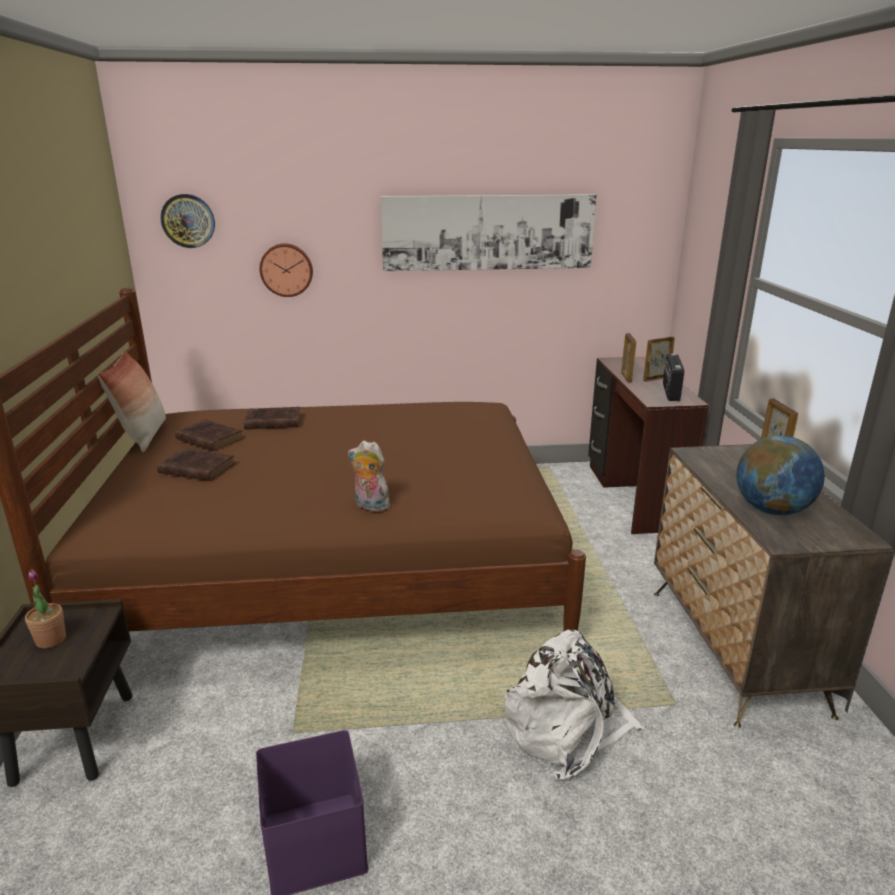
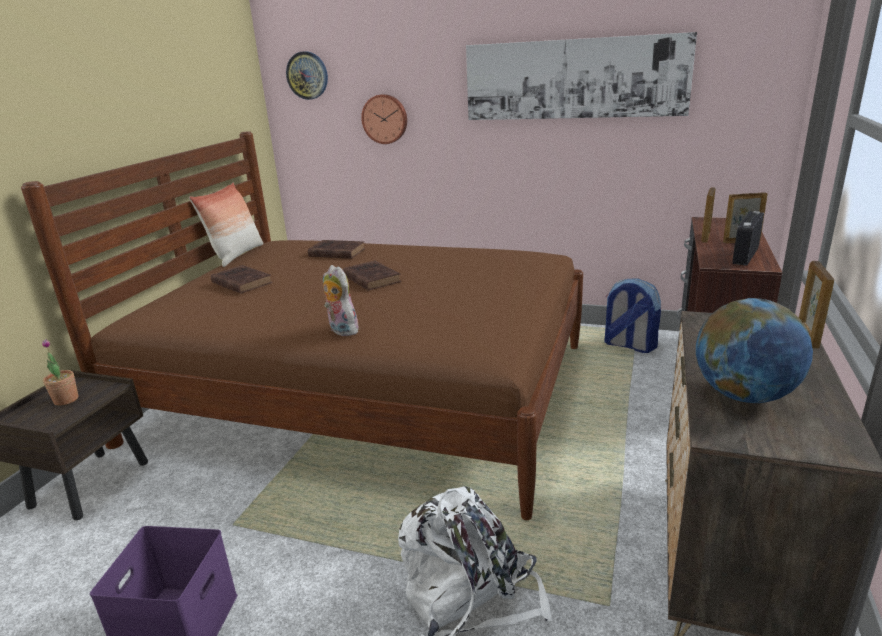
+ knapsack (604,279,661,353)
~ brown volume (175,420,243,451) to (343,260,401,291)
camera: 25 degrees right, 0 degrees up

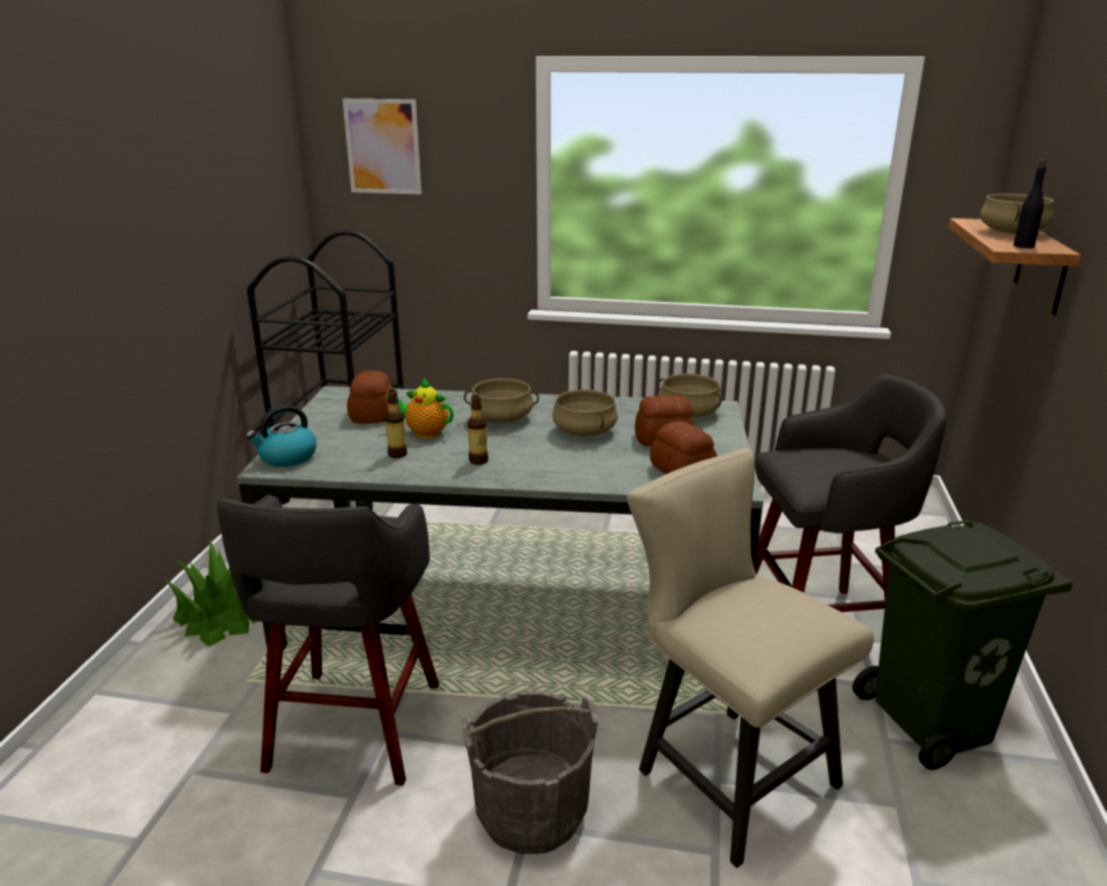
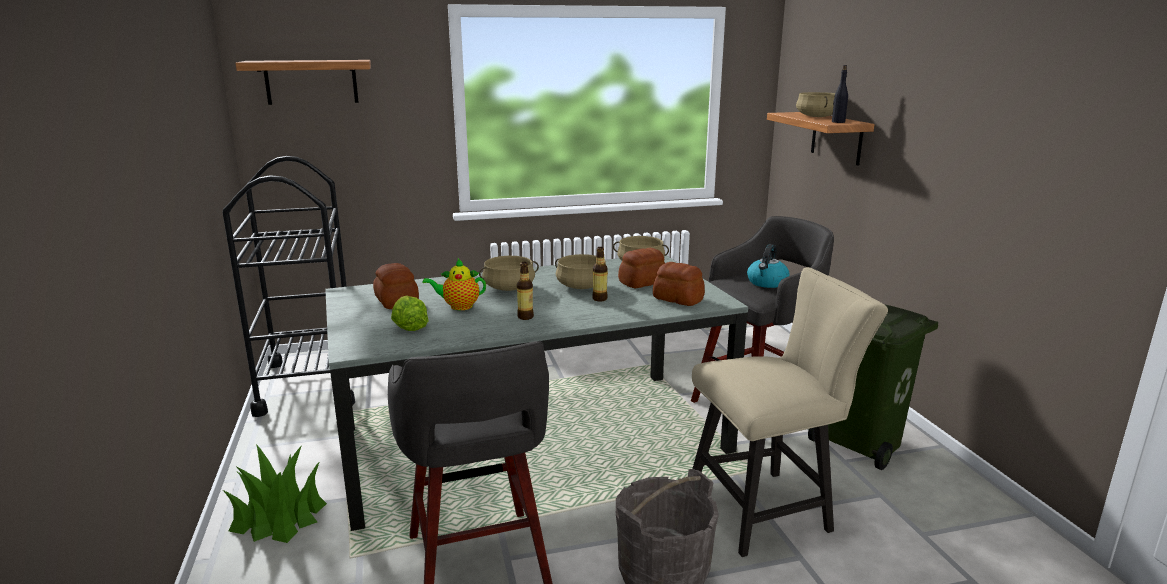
+ head of lettuce (391,295,429,331)
~ water kettle (246,405,317,467) to (747,244,790,288)
~ beverage bottle (385,390,407,458) to (592,247,608,301)
~ wall picture (342,99,422,194) to bracket shelf (236,60,371,105)
~ beige-coloured plain chair (627,448,874,868) = (692,267,888,557) 135 degrees clockwise
camera: 25 degrees left, 5 degrees down

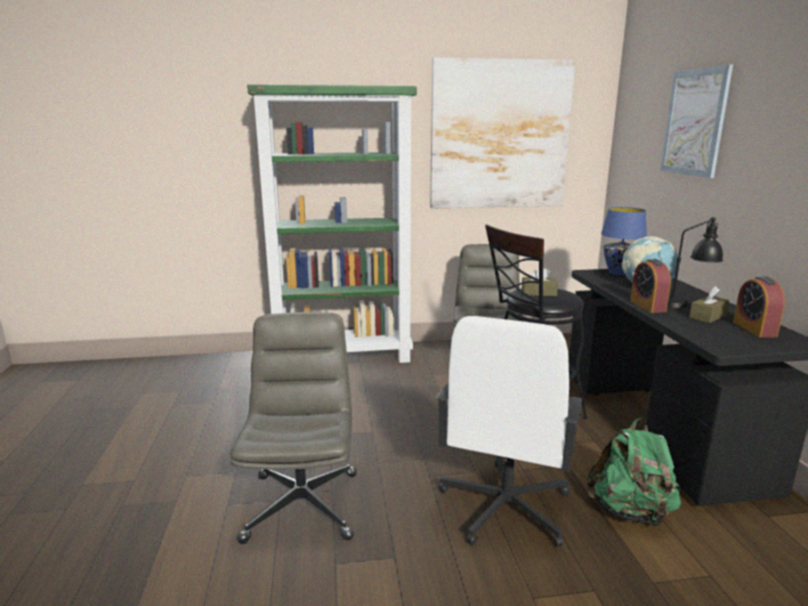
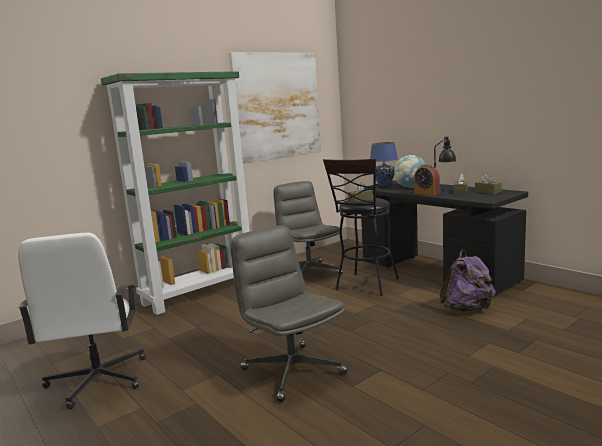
- wall picture (660,65,733,178)
~ whitish office chair (436,316,583,547) to (18,233,146,409)
~ table clock (733,276,785,338) to brown box of tissues (475,173,502,194)
~ green-coloured knapsack (586,418,681,528) to purple-coloured knapsack (440,249,496,312)
camera: 30 degrees left, 5 degrees down

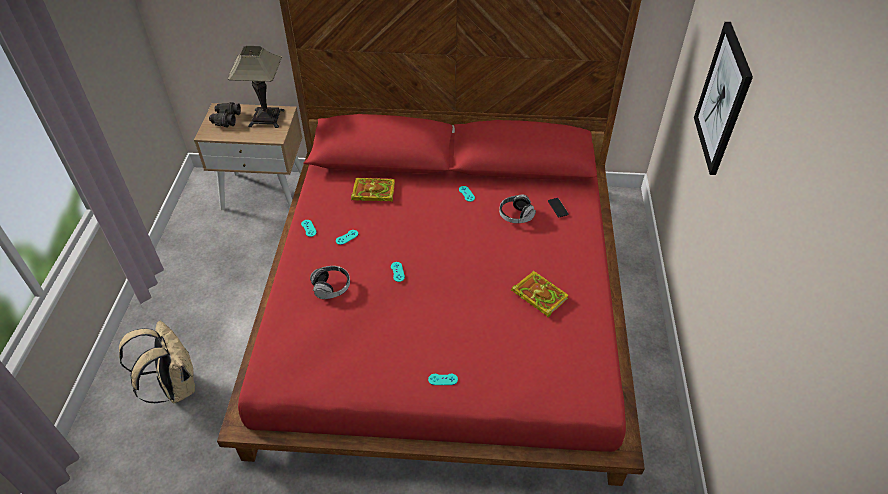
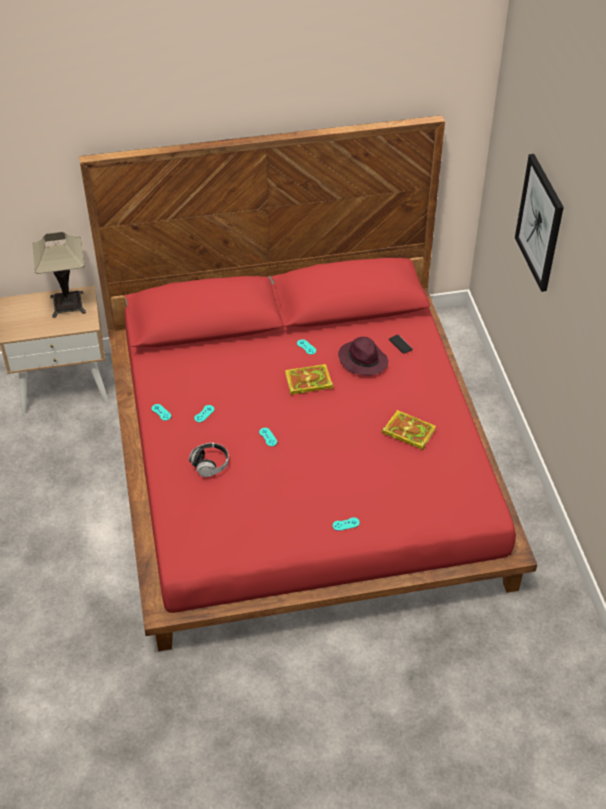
- beige-coloured knapsack (119,321,195,404)
- black-coloured pair of binoculars (209,102,241,128)
~ volume (351,178,395,202) to (285,364,333,395)
~ headphones (499,194,536,223) to purple-coloured clothing hat (338,337,388,375)
camera: 15 degrees left, 0 degrees up

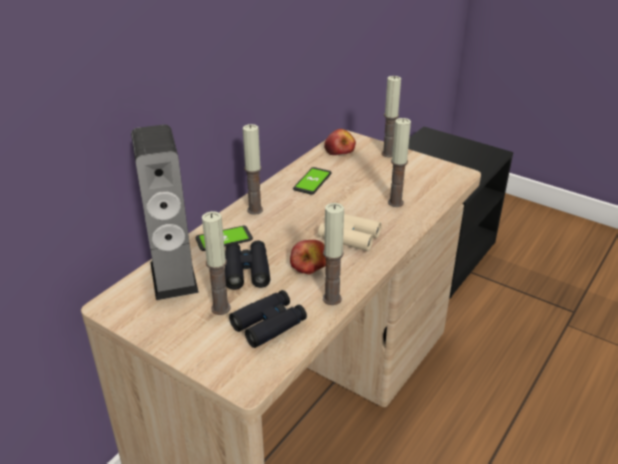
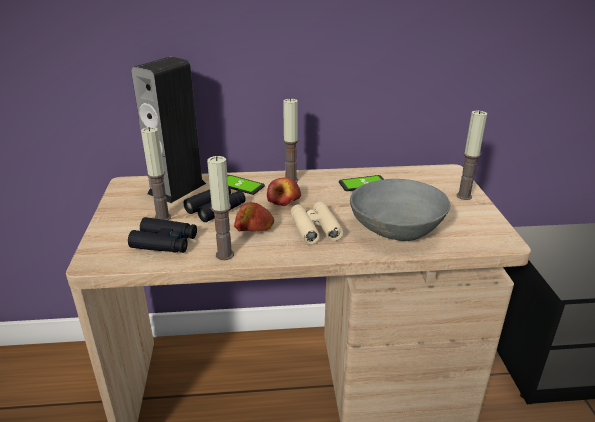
~ apple (324,129,356,155) to (267,177,301,206)
~ wax candle (388,118,411,207) to gray deep dish (350,179,450,241)
camera: 50 degrees right, 5 degrees down

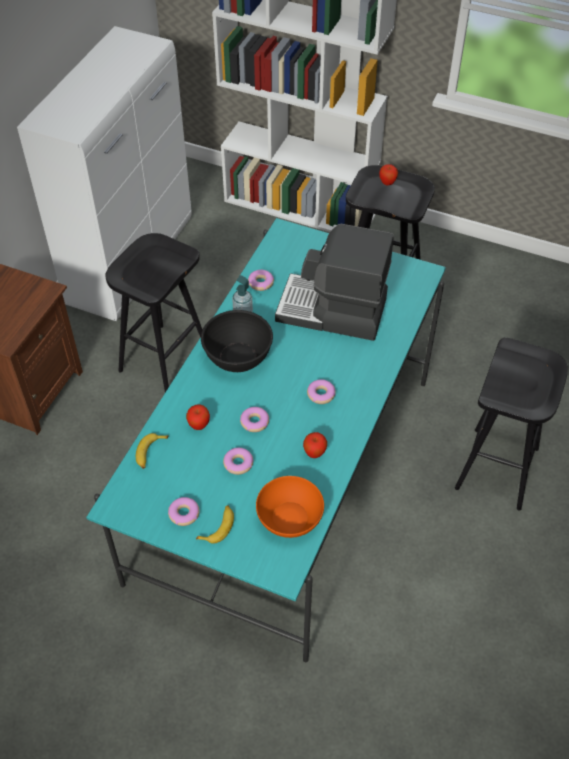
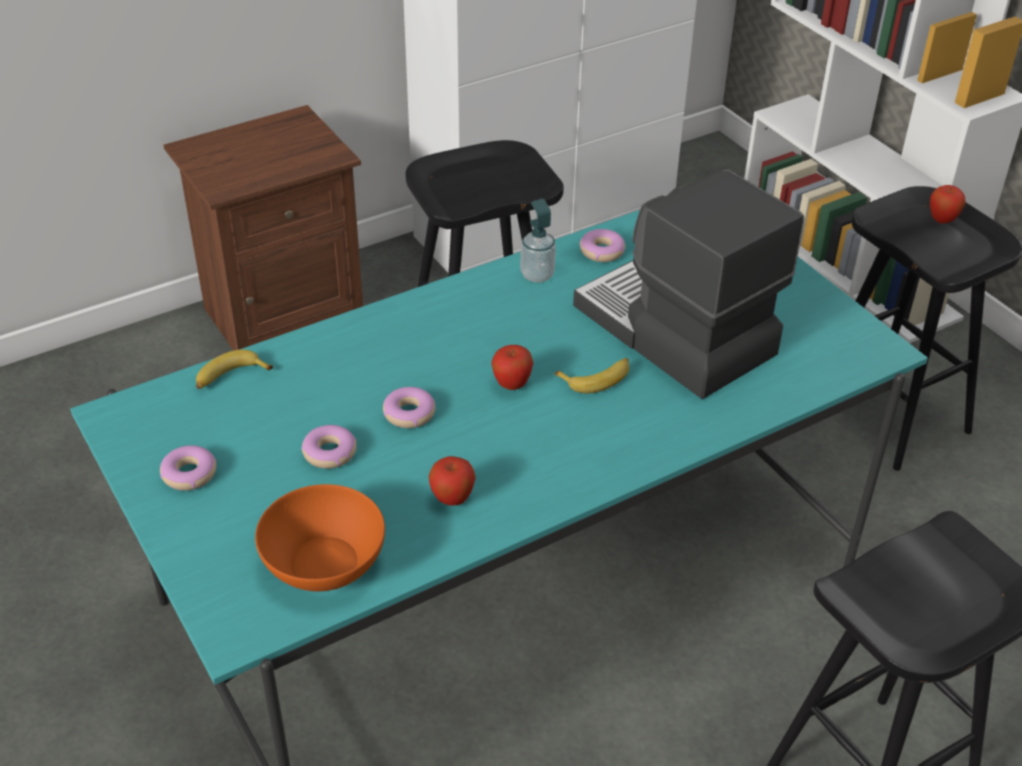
- black-coloured deep dish (201,310,273,372)
- doughnut (307,379,336,404)
~ apple (186,405,210,430) to (491,345,533,390)
~ banana fruit (196,506,234,544) to (554,358,629,393)
camera: 35 degrees right, 10 degrees down

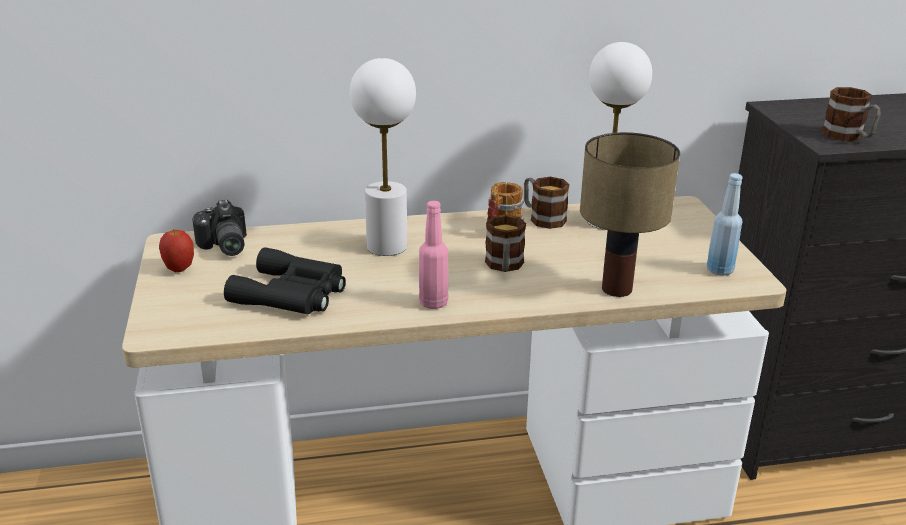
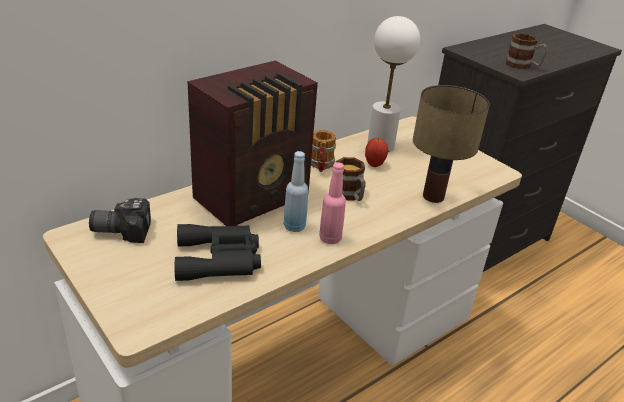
- tea mug (524,177,570,229)
~ apple (159,229,194,272) to (365,138,388,167)
~ blue-coloured beverage bottle (707,173,742,276) to (284,151,308,232)
~ whitish tabletop lamp (350,58,416,256) to radio set (187,61,318,226)
~ photo camera (192,200,247,256) = (89,198,151,243) 135 degrees clockwise
camera: 30 degrees left, 5 degrees up

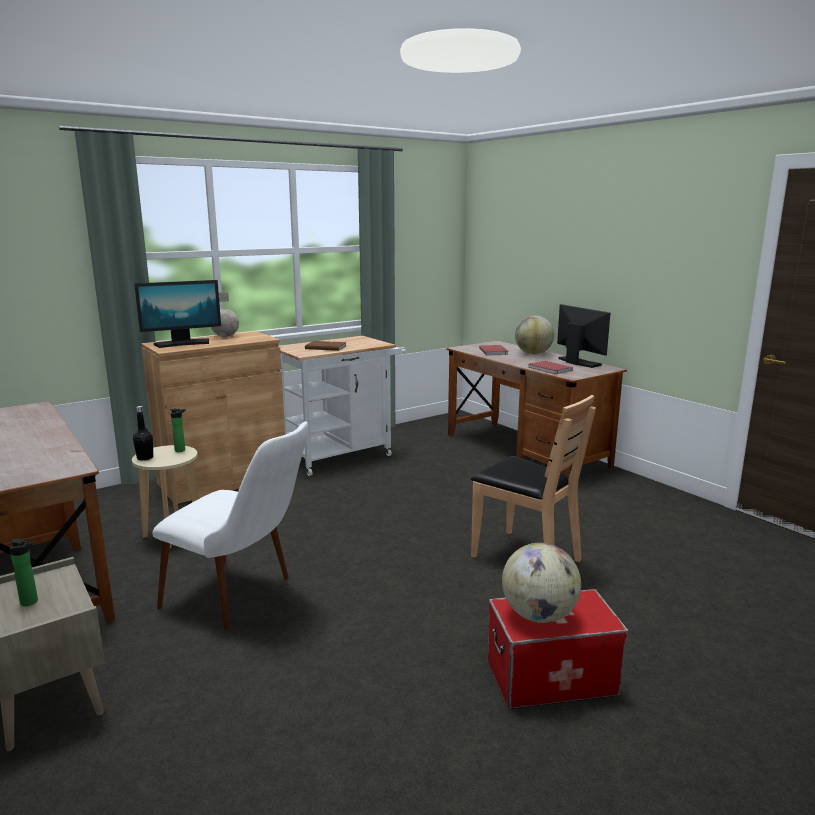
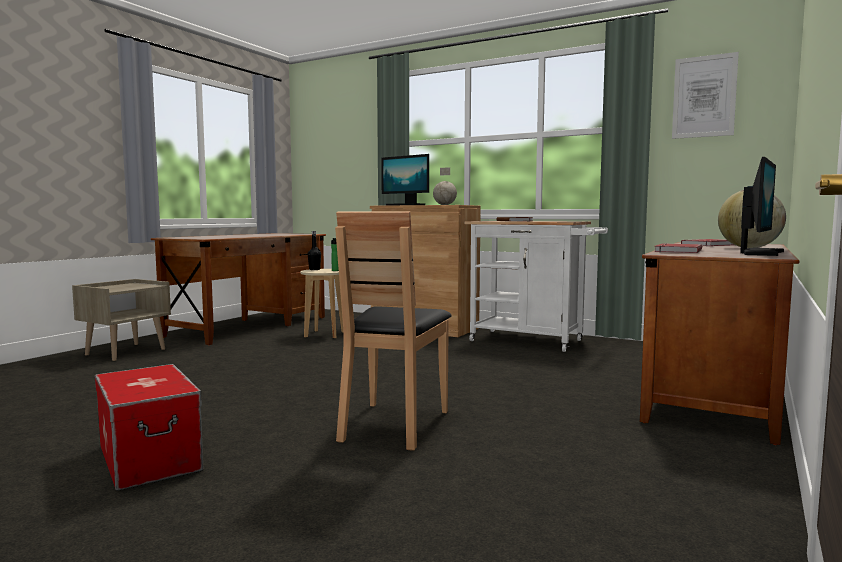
- beverage bottle (9,538,38,606)
- whitish plain chair (152,422,308,631)
- globe (502,543,581,623)
+ wall picture (672,52,739,139)
camera: 65 degrees right, 10 degrees down

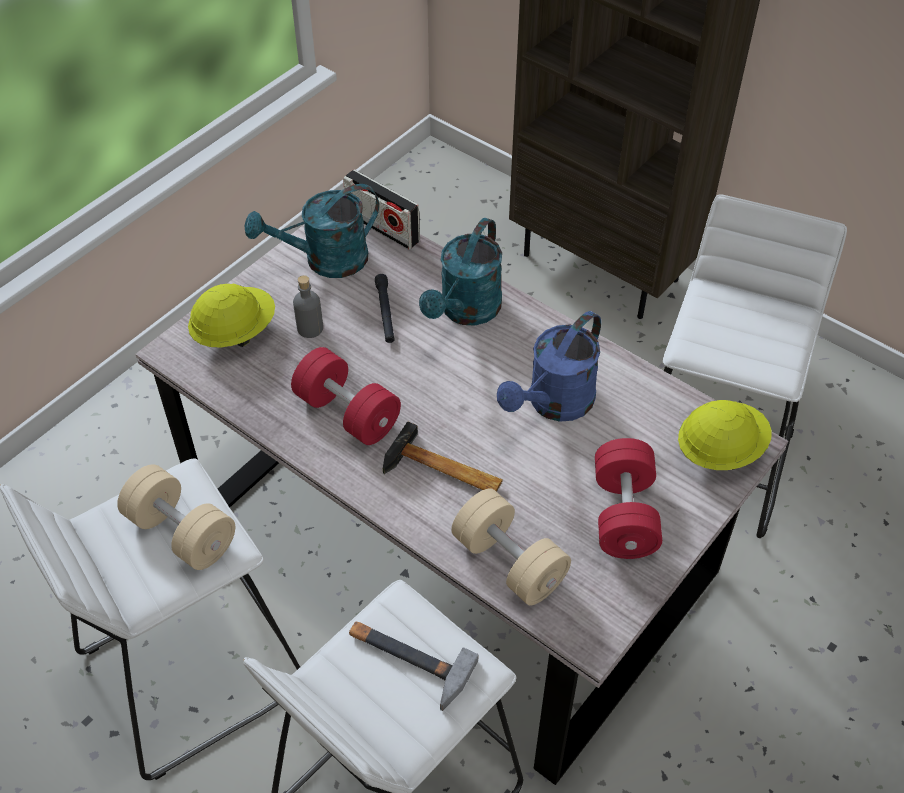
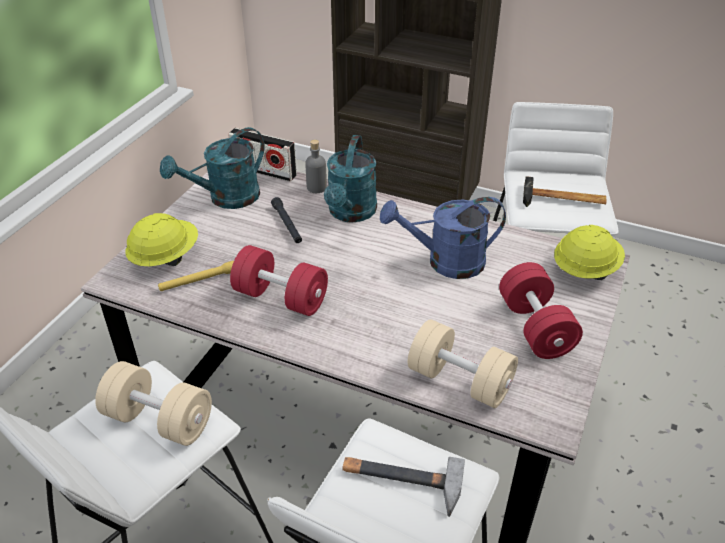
+ yellow-coloured hand torch (158,261,234,291)
~ gray beverage bottle (293,275,323,338) to (305,139,327,193)
~ tool hammer (383,421,503,492) to (523,176,606,207)
~ blue-coloured sprinkling can (497,311,601,422) = (380,197,506,279) 60 degrees clockwise
camera: 15 degrees left, 10 degrees down

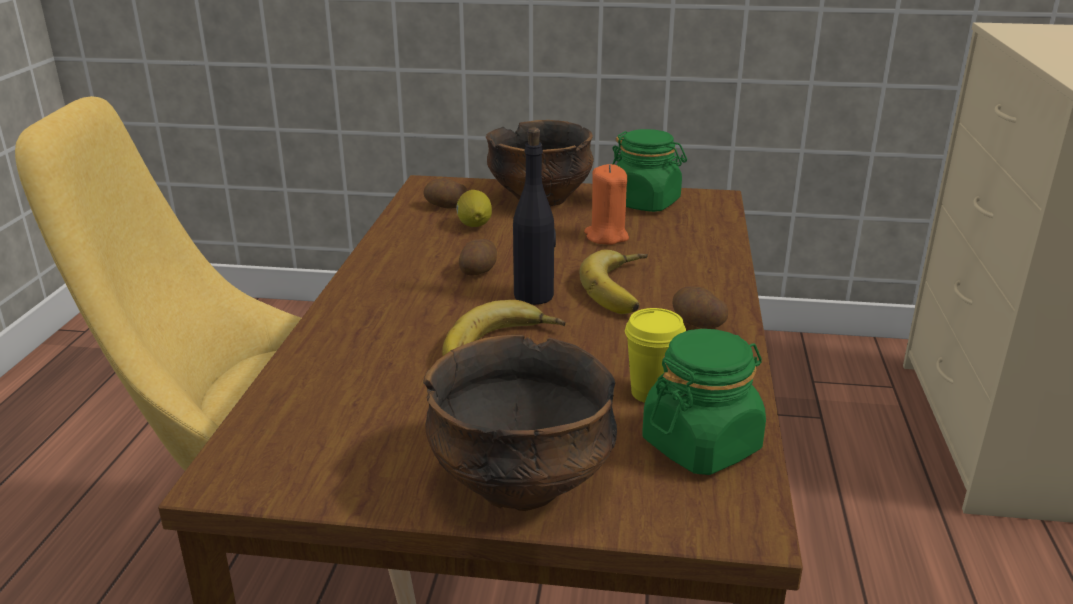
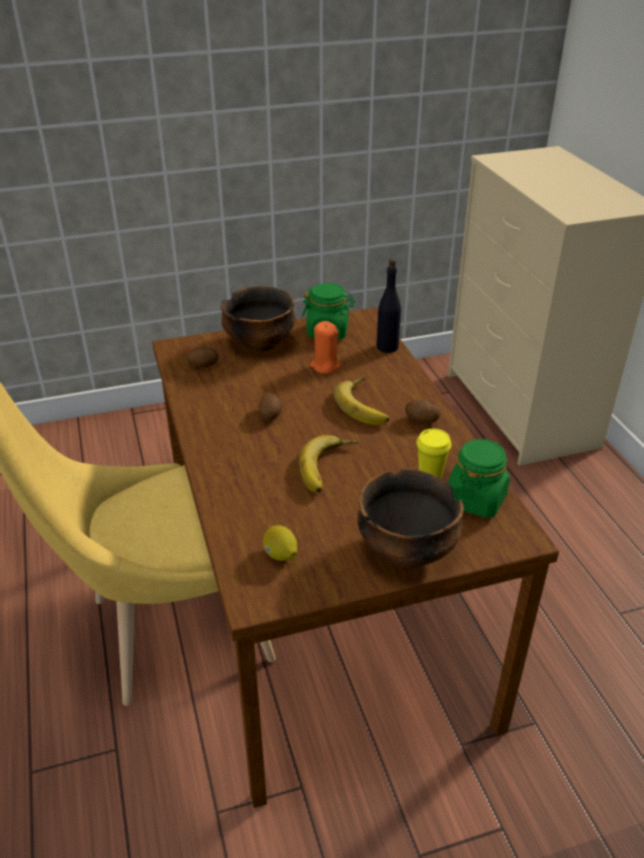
~ whole lemon (456,190,492,227) to (263,525,298,561)
~ black-coloured beverage bottle (513,128,556,305) to (377,258,401,353)
camera: 25 degrees left, 10 degrees up

